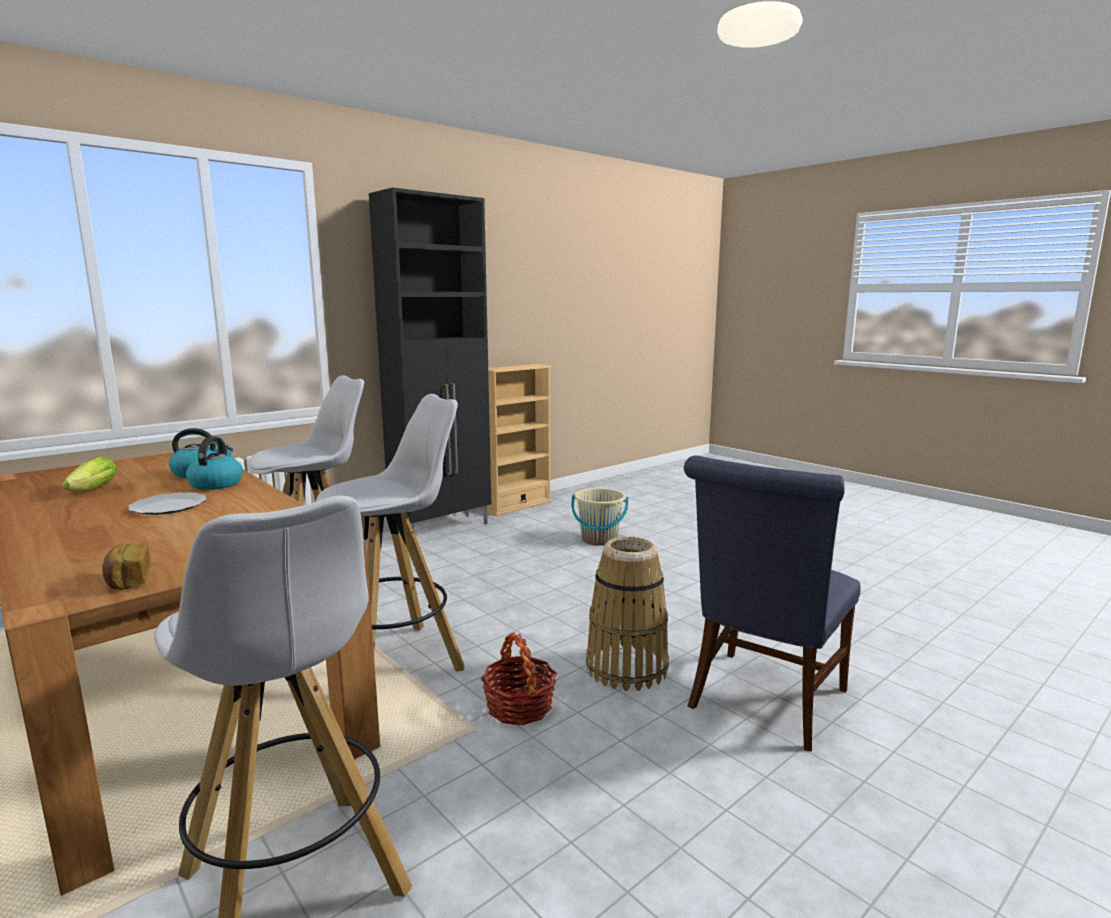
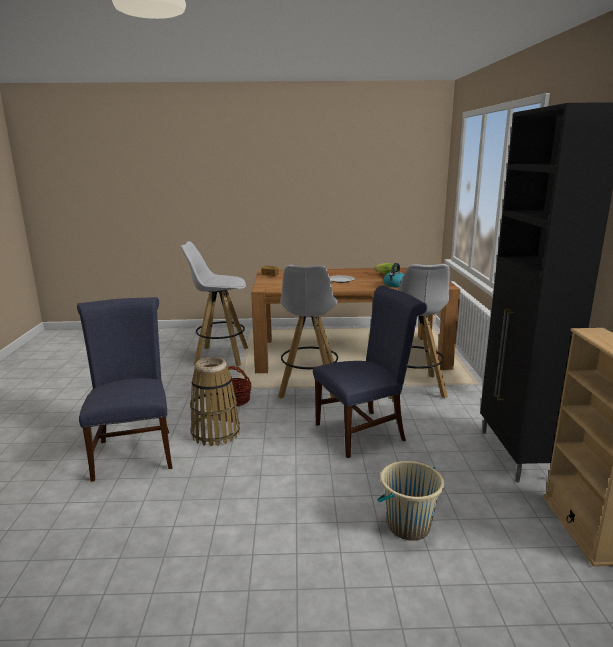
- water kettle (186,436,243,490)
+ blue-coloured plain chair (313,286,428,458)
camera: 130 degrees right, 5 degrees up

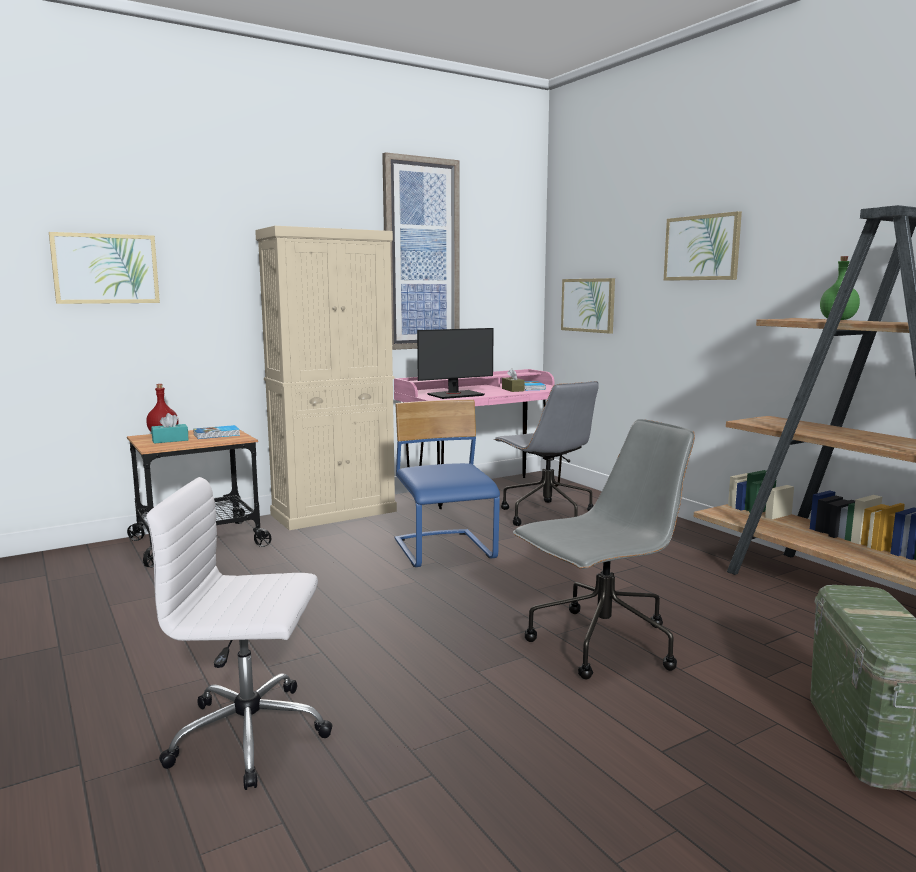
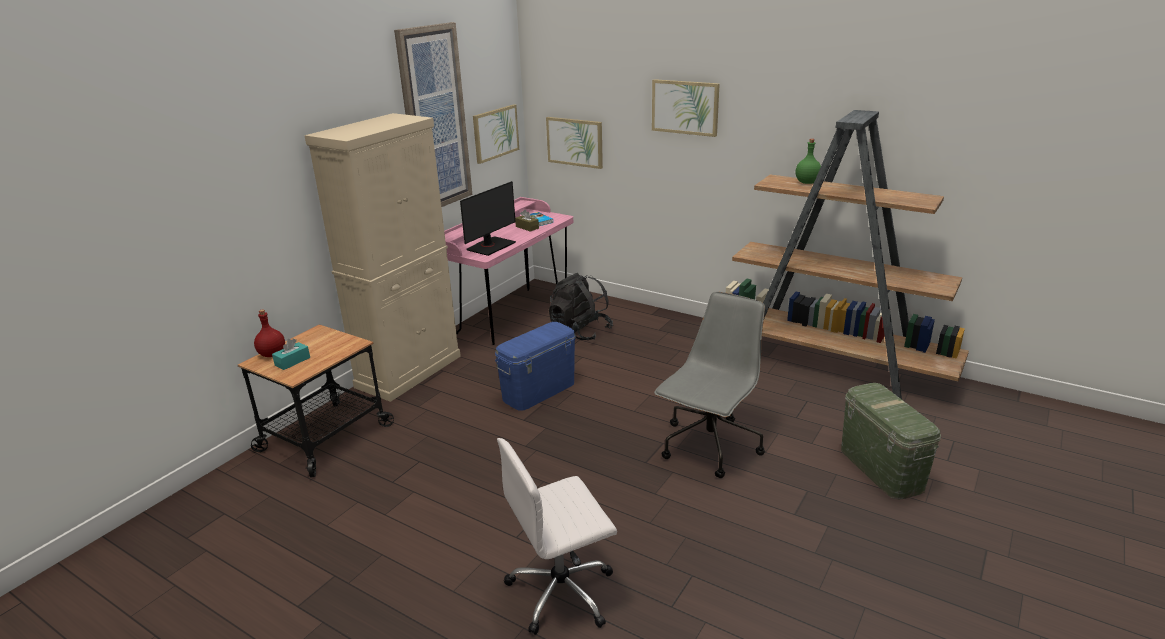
- volume (193,425,240,439)
~ wall picture (49,232,160,304) to (473,104,519,164)
~ blue-coloured plain chair (395,399,500,567) to blue-coloured storage bin (495,322,576,411)
~ gray office chair (494,381,599,526) to black-coloured knapsack (549,273,613,340)
camera: 25 degrees left, 15 degrees up

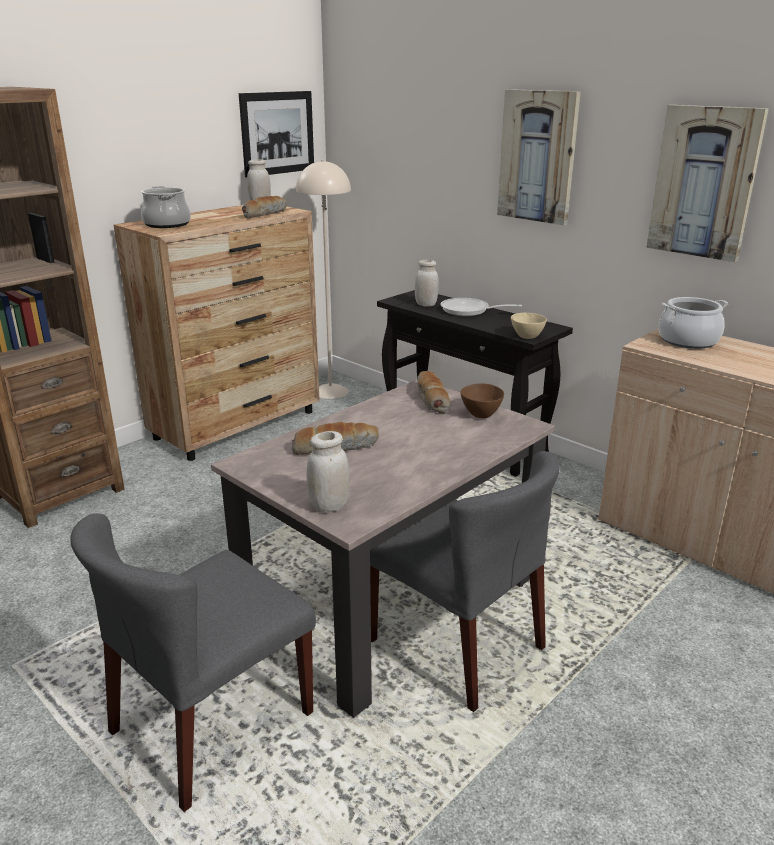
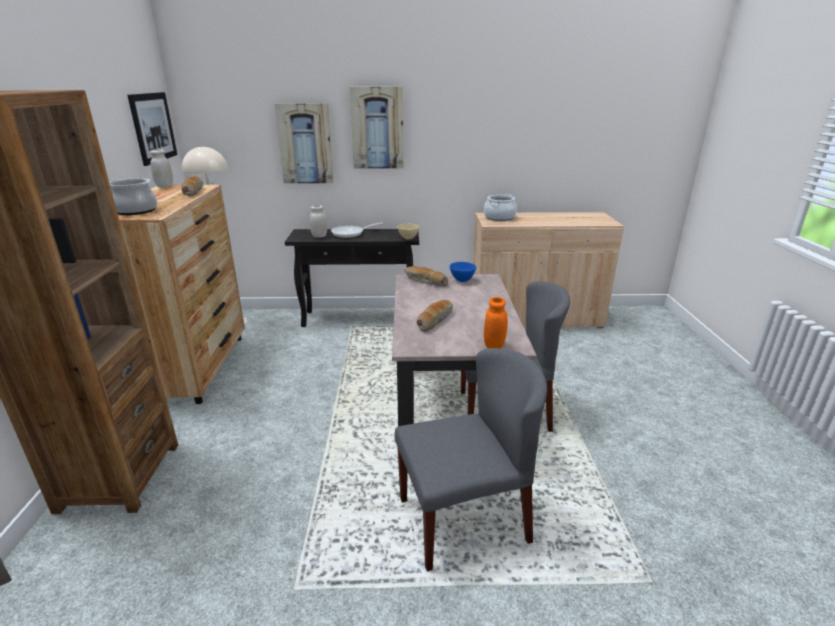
~ wall picture (646,105,769,262) to (275,103,334,184)
~ whitish jar (307,431,350,513) to orange-coloured jar (484,297,508,348)
~ brown deep dish (460,383,504,418) to blue-coloured deep dish (449,262,476,282)
~ gray plain chair (70,513,316,812) = (395,348,547,571) 105 degrees counterclockwise
camera: 45 degrees left, 0 degrees up

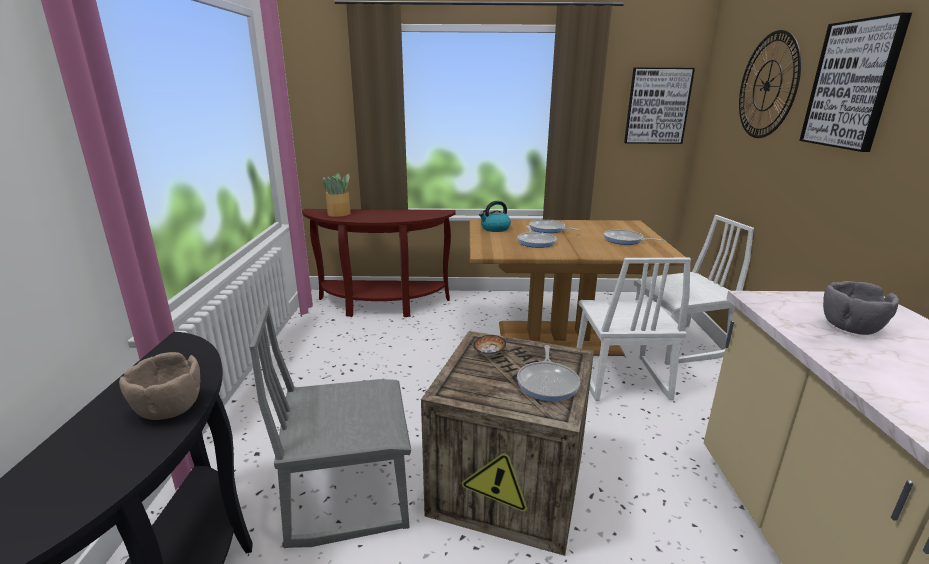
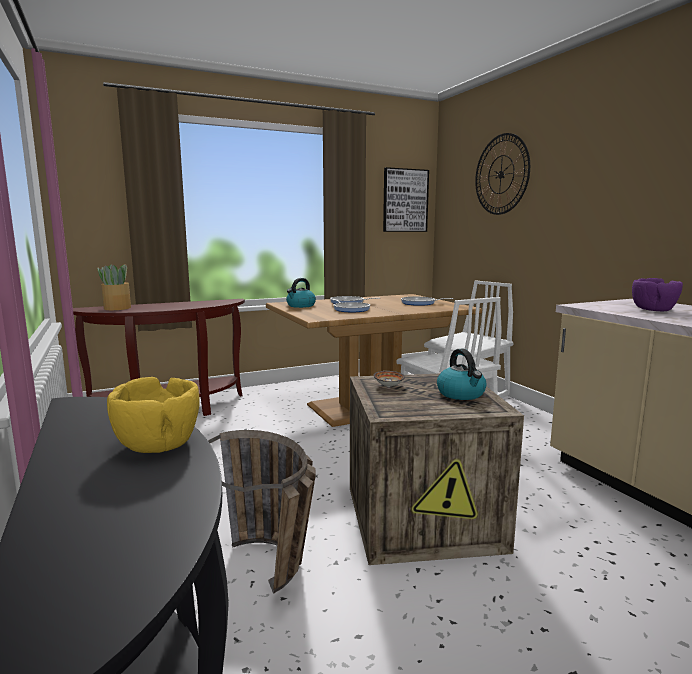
- wall picture (799,12,912,152)
~ gray plain chair (249,305,411,548) to storage basket (208,430,316,593)
~ skillet (517,345,580,402) to water kettle (437,349,487,400)
~ brown deep dish (119,352,200,420) to yellow-coloured deep dish (107,377,200,453)
~ gray deep dish (823,281,899,335) to purple-coloured deep dish (632,278,683,311)
camera: 25 degrees left, 10 degrees down

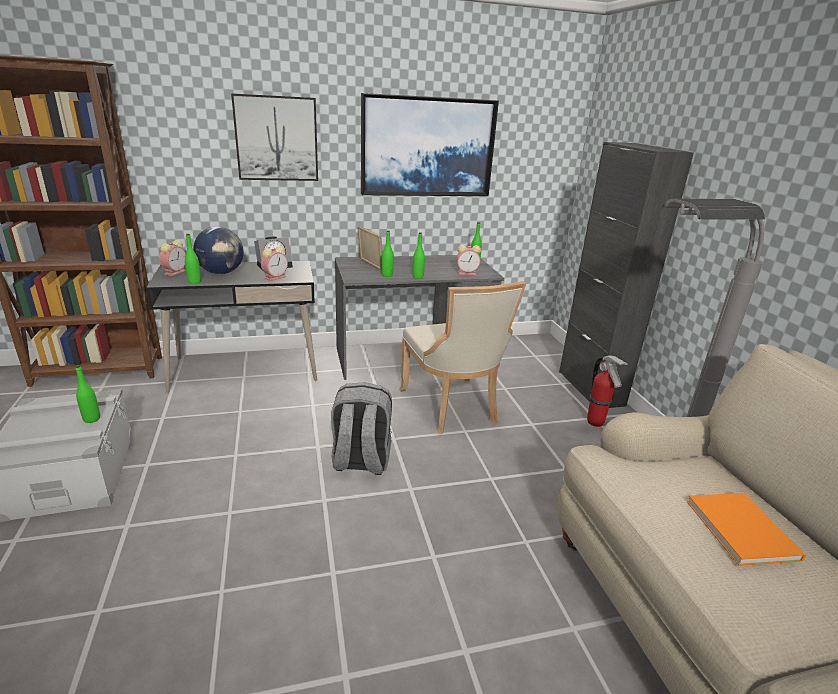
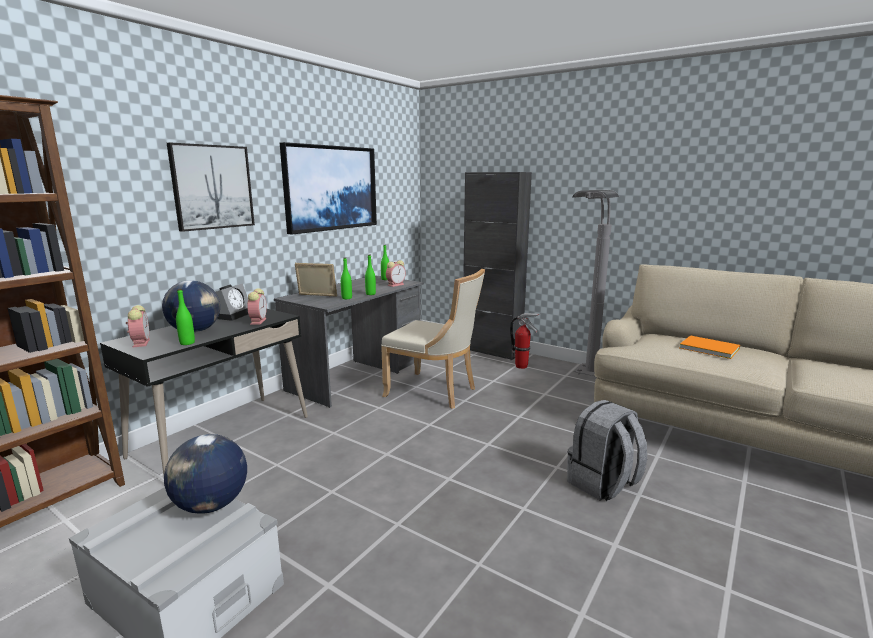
~ gray knapsack (331,382,392,475) to (567,400,647,501)
~ green-coloured beverage bottle (75,365,100,423) to globe (164,434,247,514)
camera: 40 degrees left, 10 degrees down

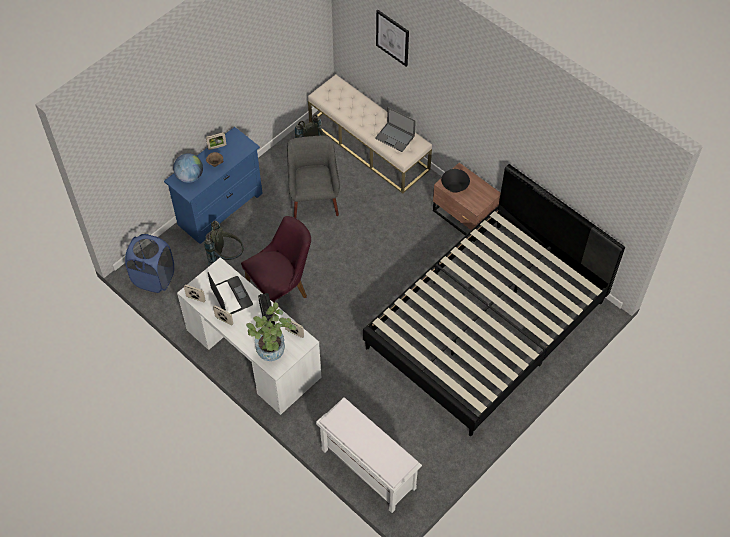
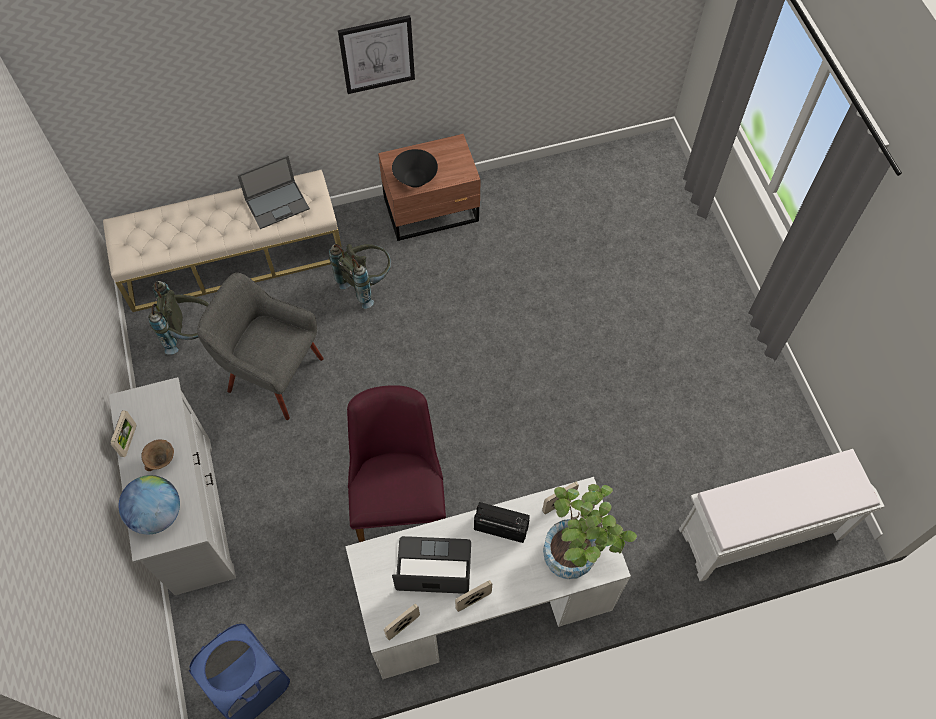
- black-coloured sleeping bed (363,164,625,436)
~ gray knapsack (204,221,244,266) to (329,244,391,309)
~ wall picture (376,10,409,67) to (338,15,415,94)
~ blue-coloured chest of drawers (164,127,263,244) to whitish chest of drawers (109,377,236,595)
camera: 60 degrees left, 5 degrees up

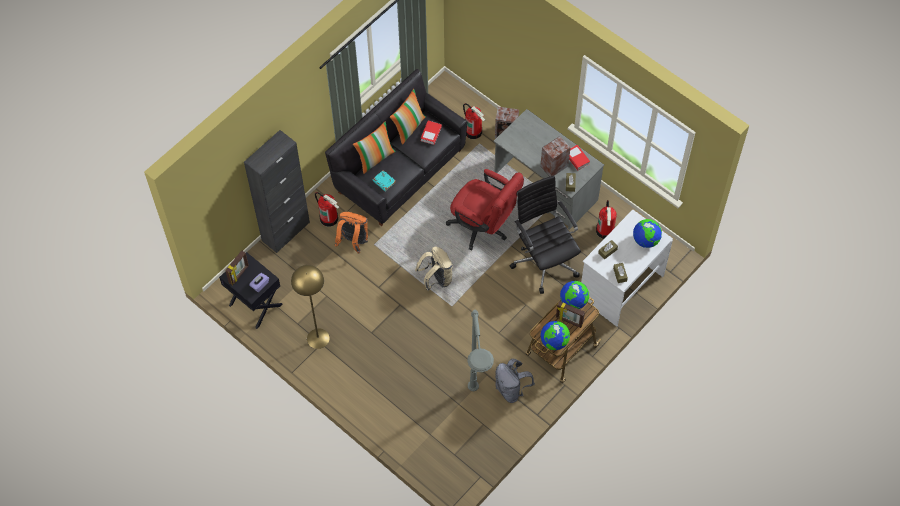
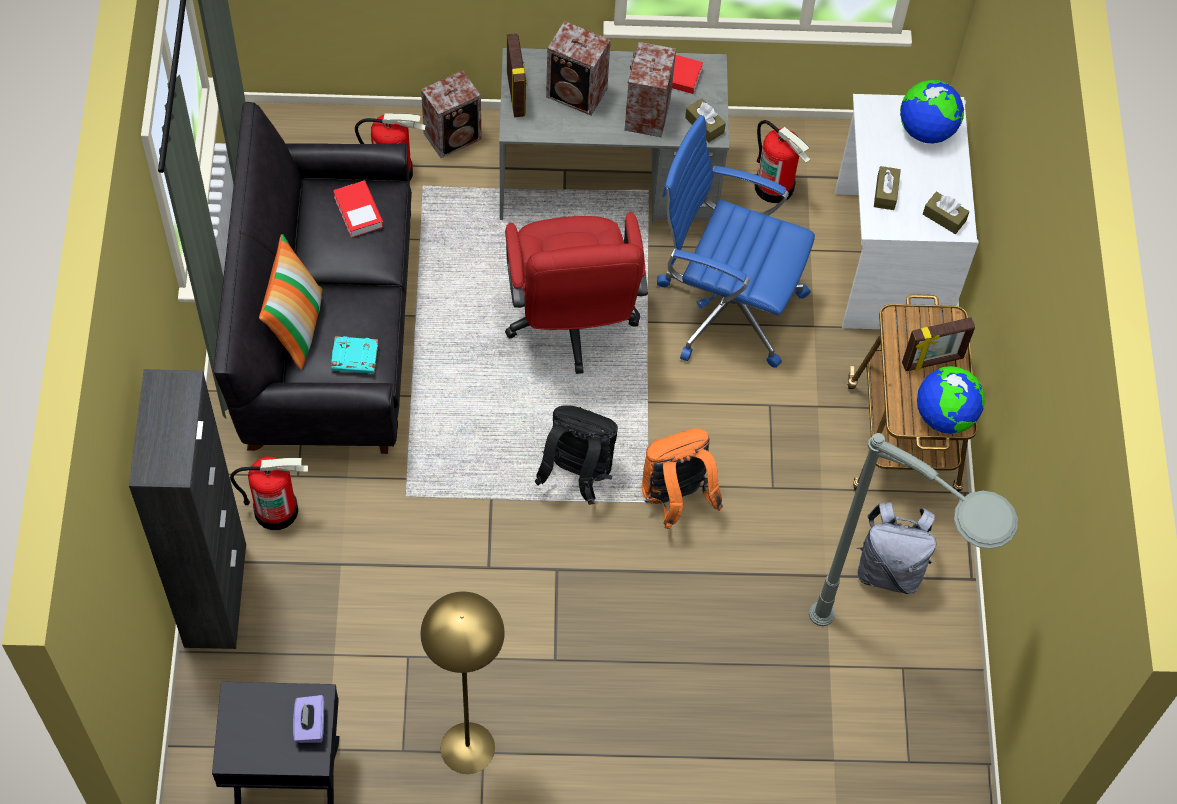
- pillow (390,89,426,145)
- globe (560,281,589,309)
+ audio speaker (546,21,611,115)
~ picture frame (225,250,249,285) to (507,33,528,117)
~ orange-coloured knapsack (335,212,368,254) to (642,428,723,529)
~ beige-coloured knapsack (415,247,453,291) to black-coloured knapsack (535,405,618,505)
~ black-coloured office chair (510,176,581,294) to blue-coloured office chair (657,115,815,368)
~ red office chair (446,169,524,250) = (505,212,648,374) 90 degrees clockwise
camera: 45 degrees left, 0 degrees up

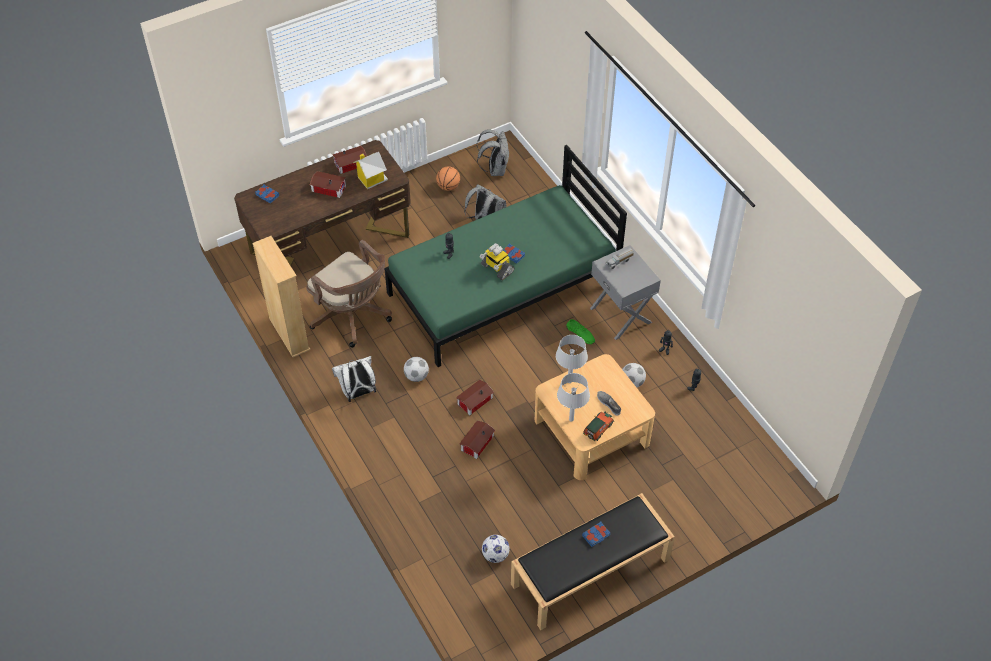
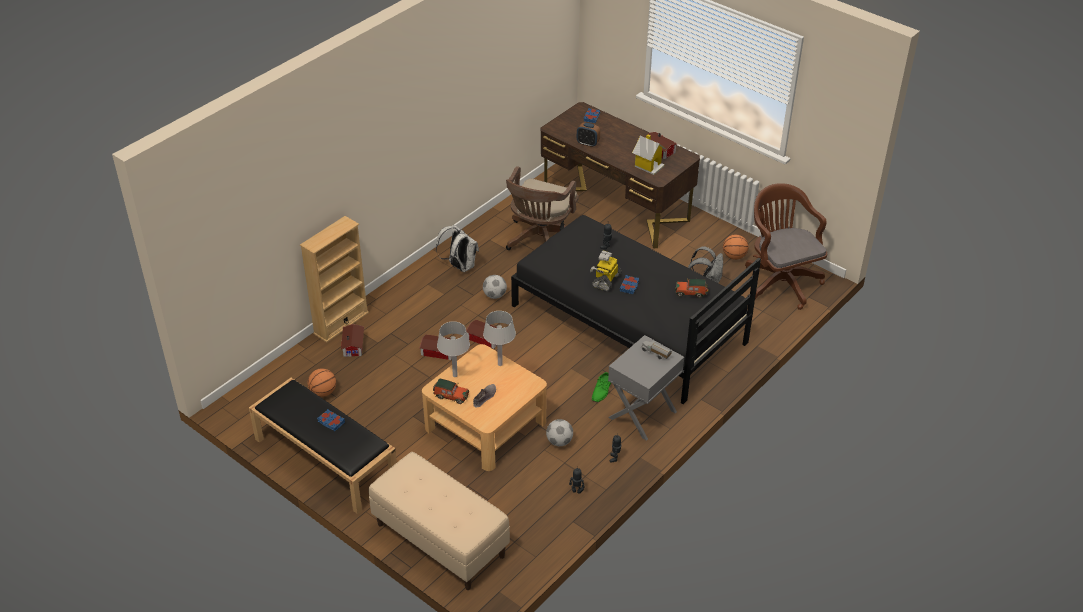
+ beige-coloured bench (369,452,510,590)
+ table clock (577,122,600,147)
+ toy car (675,279,708,298)
~ beige-coloured bookshelf (252,236,311,357) to (300,216,369,343)
~ toy house (310,171,346,198) to (341,324,364,357)
~ gray knapsack (477,129,510,176) to brown office chair (745,183,827,310)
~ ball for football (482,535,510,563) to basketball ball (308,369,336,397)
~ green-coloured sleeping bed (385,145,627,367) to black-coloured sleeping bed (511,215,761,404)
camera: 70 degrees right, 10 degrees down

